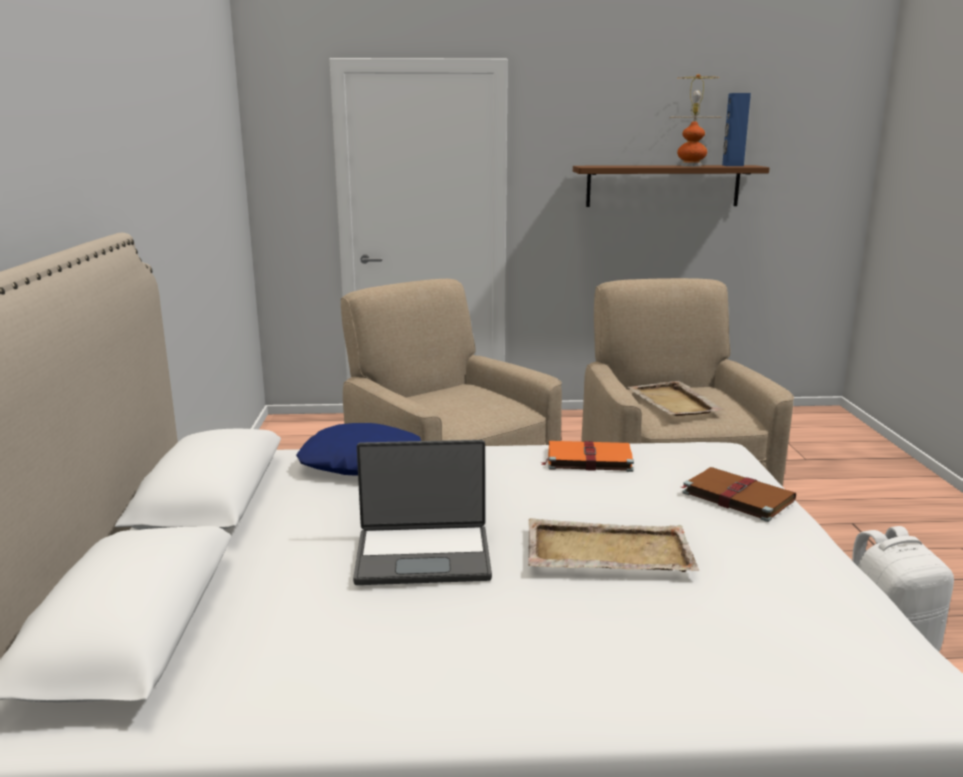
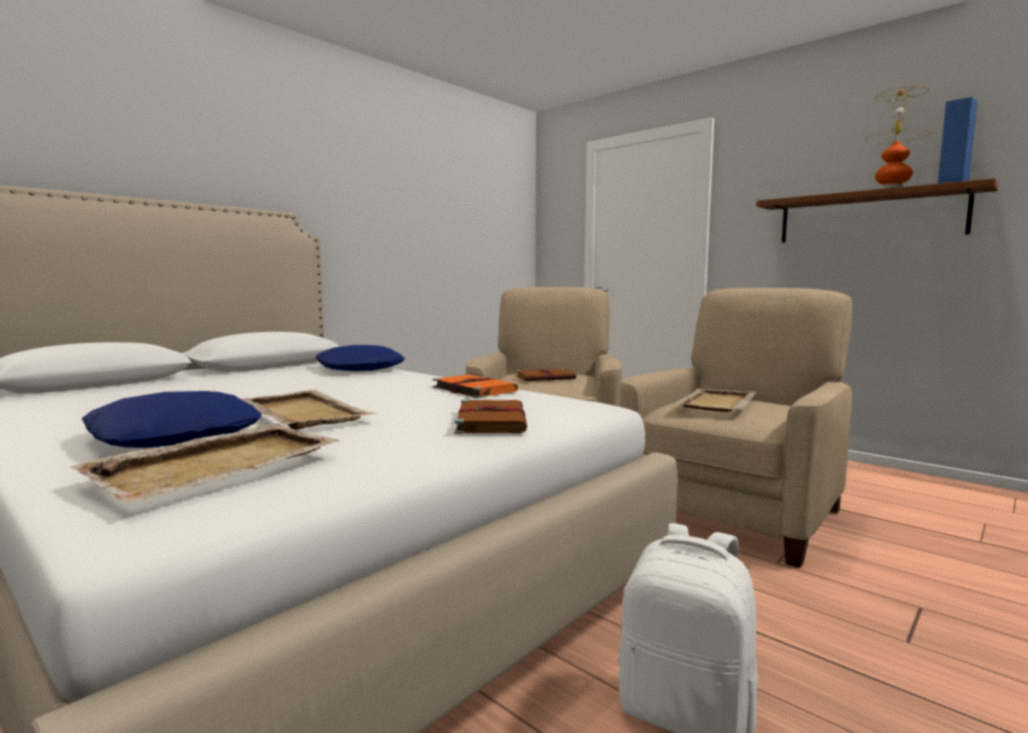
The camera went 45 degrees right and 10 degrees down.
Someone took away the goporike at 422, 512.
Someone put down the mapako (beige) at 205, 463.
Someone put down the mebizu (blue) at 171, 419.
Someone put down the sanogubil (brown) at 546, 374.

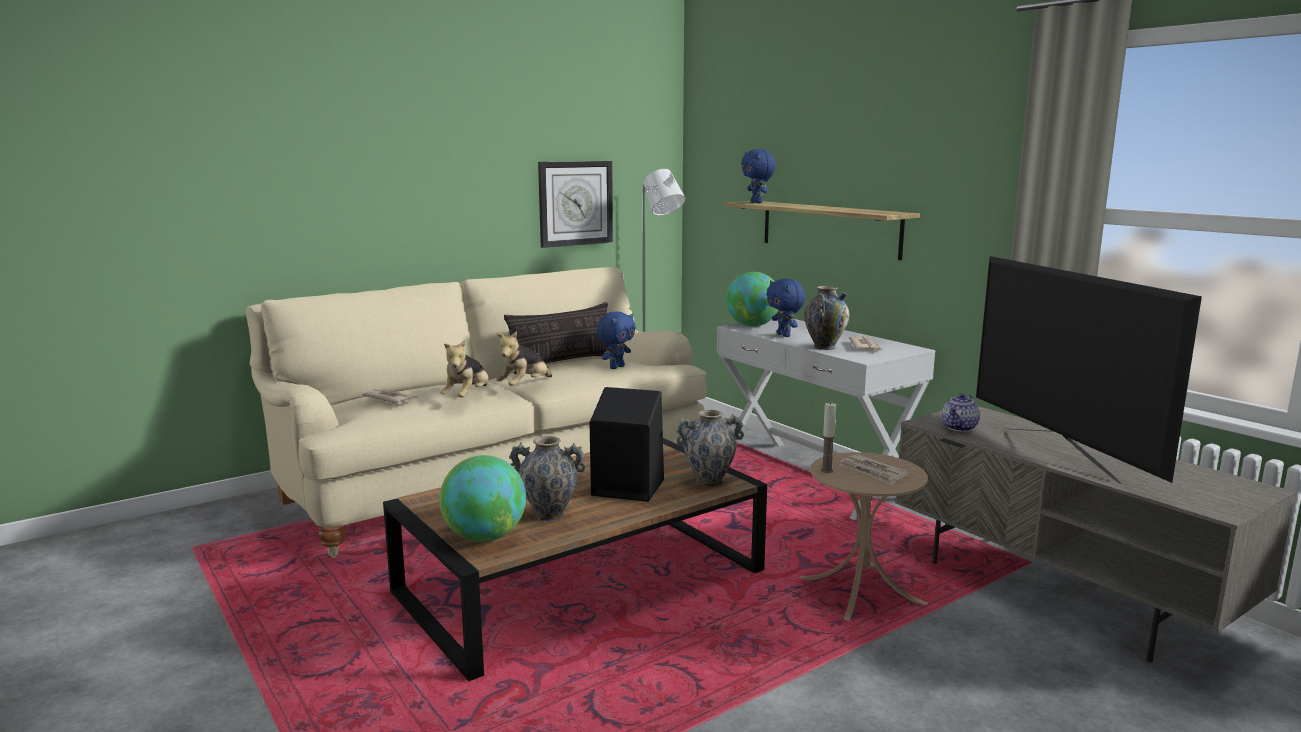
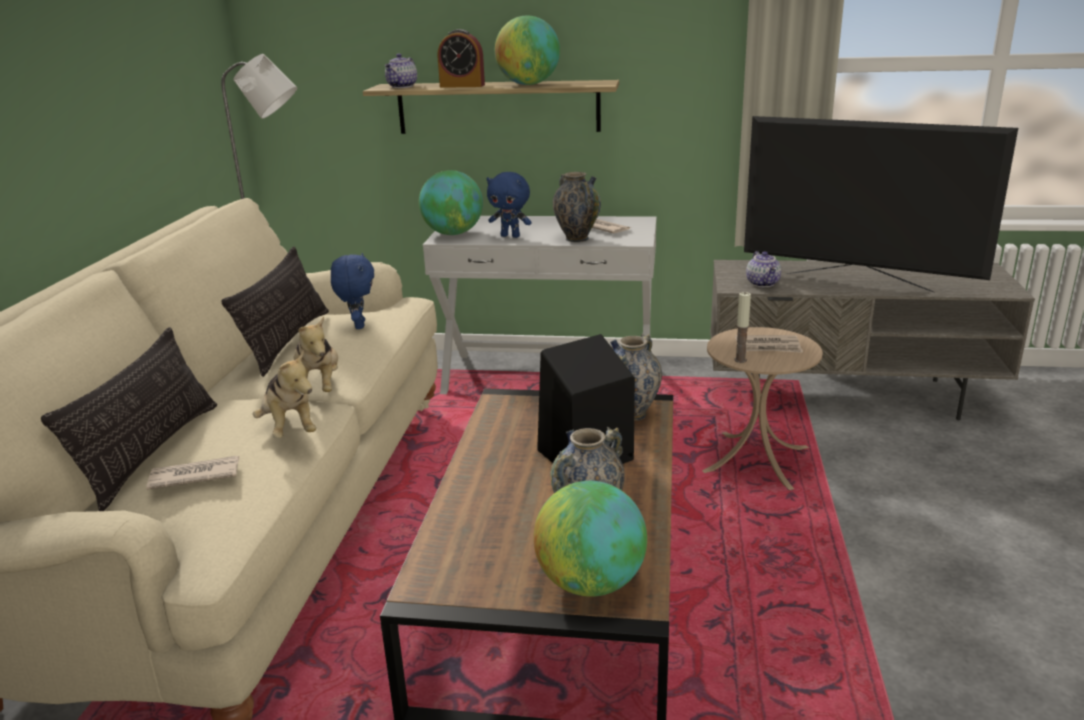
The camera went 45 degrees left and 10 degrees up.
Someone took away the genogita at 575, 204.
Someone put down the mebizu at 129, 419.
Someone put down the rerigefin at 461, 58.
Someone put down the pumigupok at 527, 50.
Someone swapped the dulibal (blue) at 758, 176 for the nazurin at 401, 71.

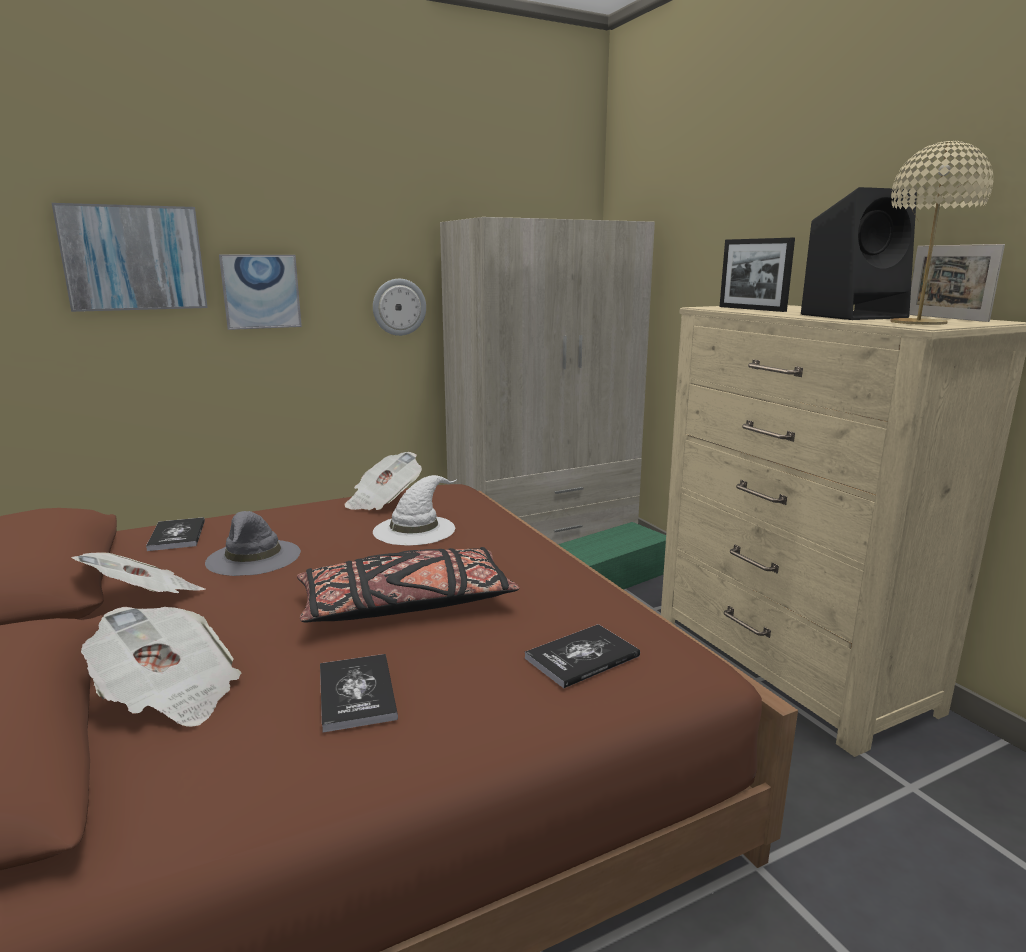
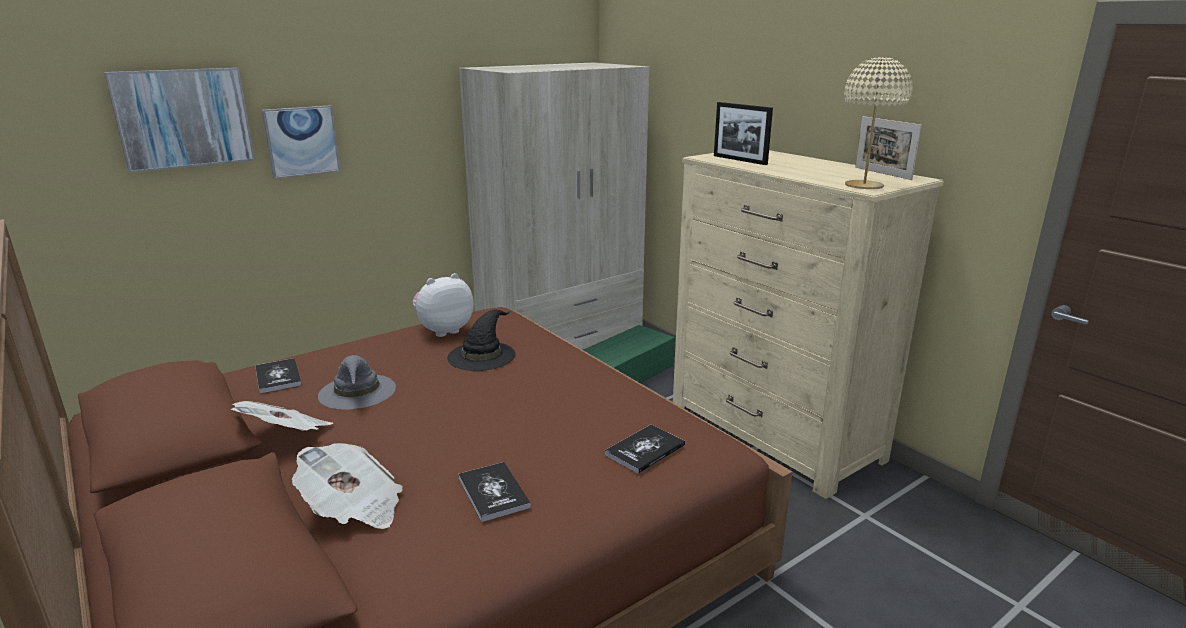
The camera went 10 degrees left and 5 degrees up.
Someone took away the mebizu (black) at 408, 584.
Someone took away the genogita at 399, 307.
Someone took away the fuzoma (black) at 859, 253.
Someone swapped the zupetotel at 383, 481 for the dulibal at 443, 305.
Someone repainted the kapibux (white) at 414, 510, which became the kapibux (black) at 481, 340.

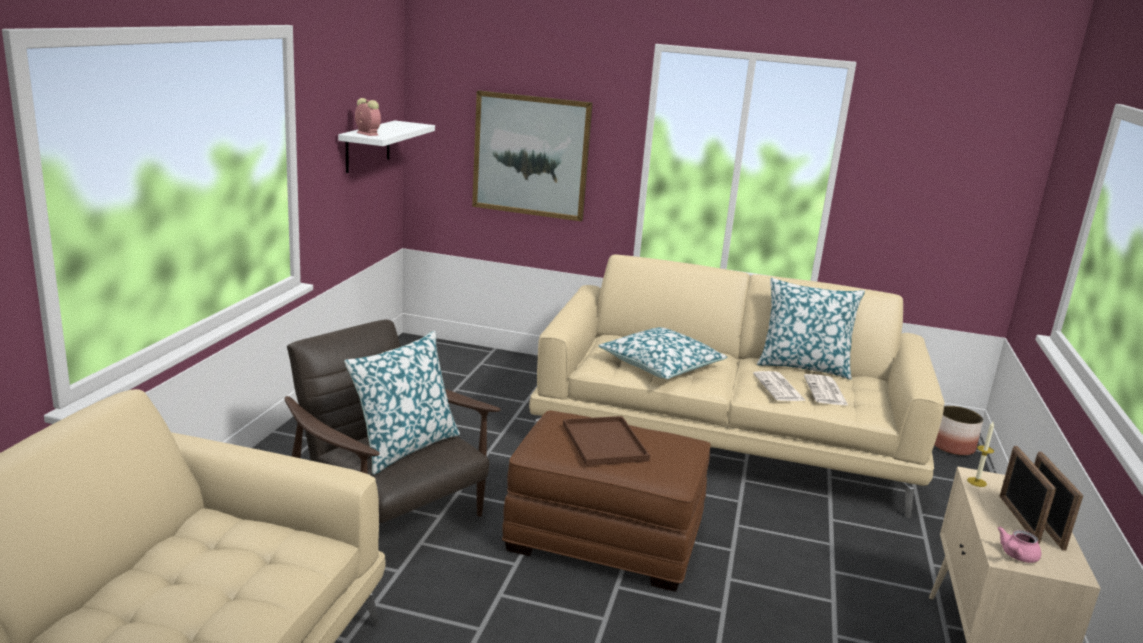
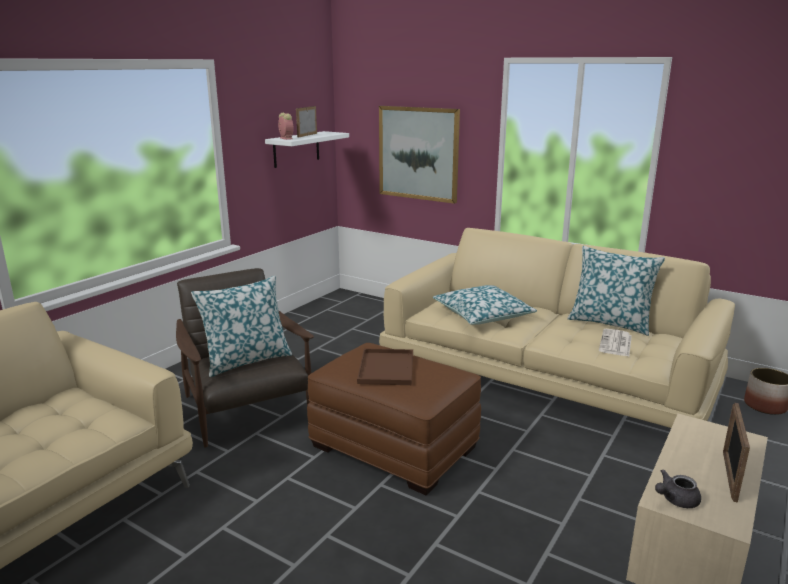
The camera went 20 degrees right and 0 degrees up.
Someone took away the zupetotel at 779, 386.
Someone took away the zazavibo at 980, 454.
Someone carried the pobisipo from 1027, 495 to 306, 121.
Someone repainted the nazurin (pink) at 1019, 545, which became the nazurin (grey) at 678, 488.

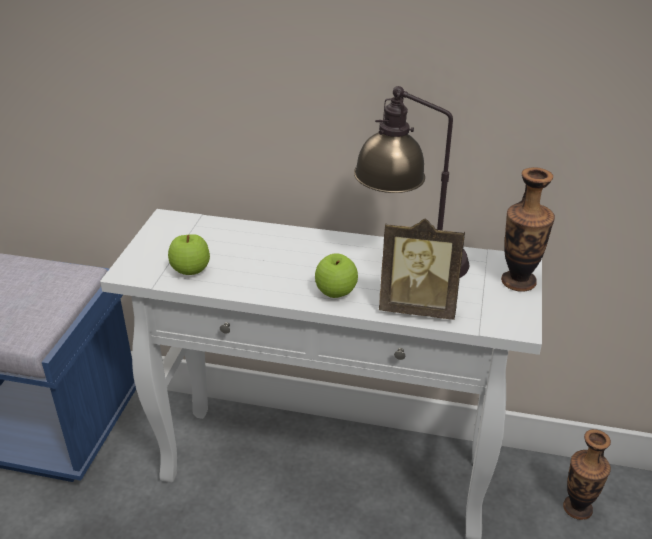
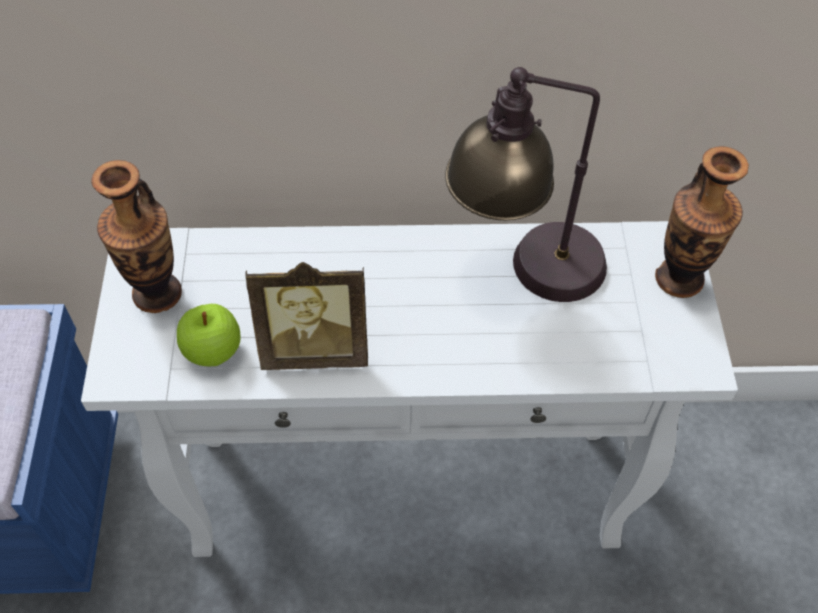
The camera went 15 degrees left and 20 degrees up.
Someone took away the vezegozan at 336, 275.
Someone carried the pobisipo from 422, 269 to 306, 316.
Someone carried the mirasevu from 587, 474 to 136, 236.

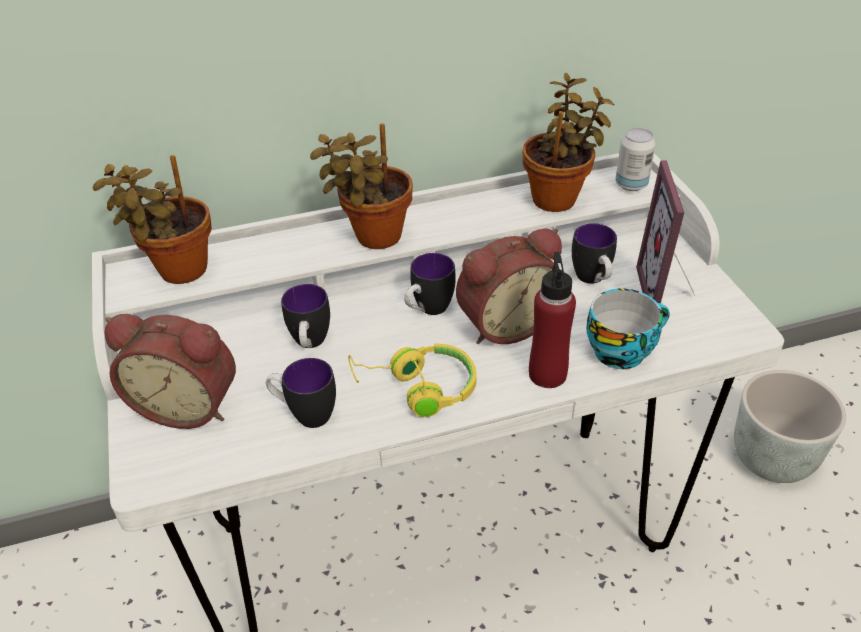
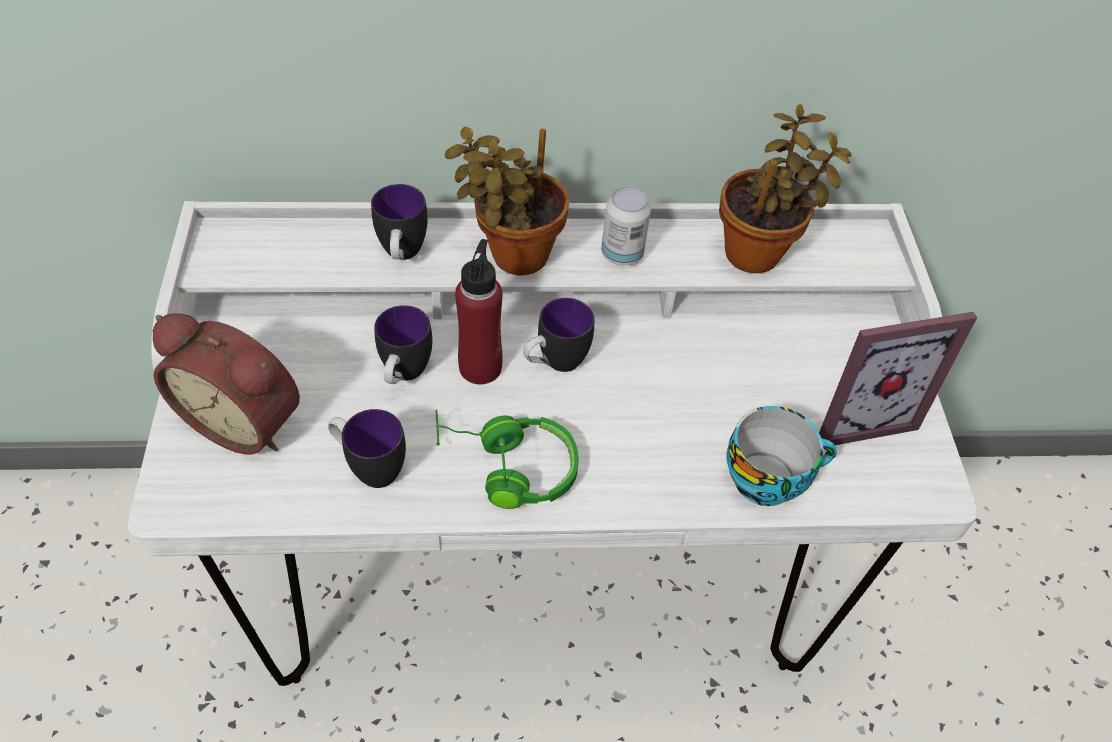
The camera went 10 degrees right and 10 degrees up.
Someone took away the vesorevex at 152, 219.
Someone took away the rerigefin at 509, 286.
Someone took away the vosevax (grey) at 790, 426.
Someone carried the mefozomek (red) from 552, 320 to 478, 311.
Someone carried the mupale from 594, 253 to 399, 222.
Someone carried the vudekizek from 635, 159 to 626, 226.
Someone repainted the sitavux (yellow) at 412, 380, which became the sitavux (green) at 507, 459.
Someone rotated the pobisipo at 665, 231 by 120 degrees counterclockwise.

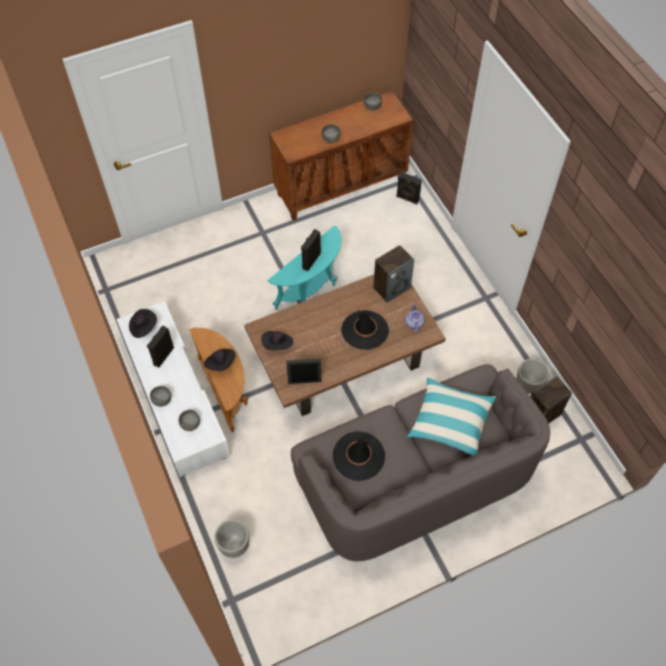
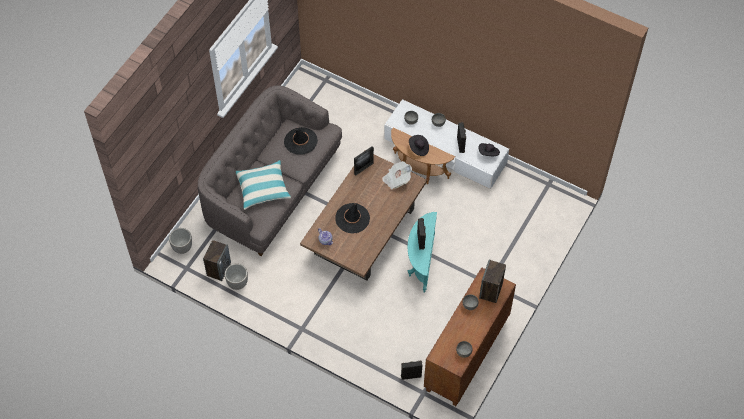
The camera went 145 degrees right and 0 degrees up.
Someone carried the vosevax from 232, 538 to 180, 241.
Someone carried the fuzoma from 393, 274 to 492, 281.
Someone swapped the kapibux (black) at 277, 340 for the zupetotel at 397, 175.

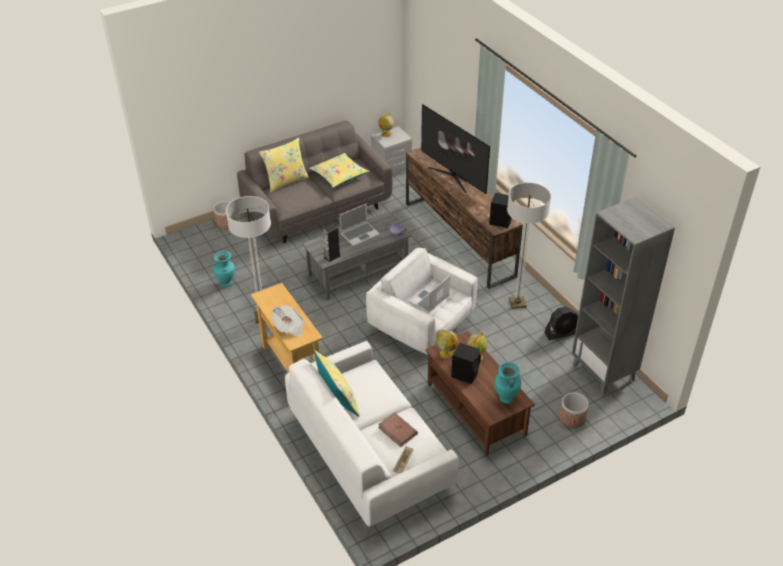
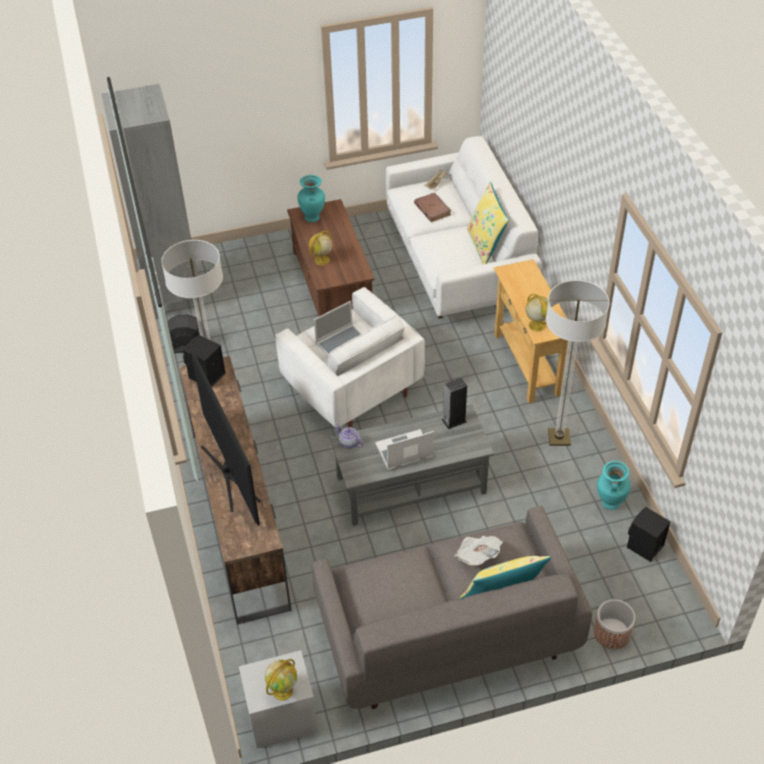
The camera went 165 degrees left and 5 degrees up.
Someone took away the mebizu (yellow) at 339, 170.
Someone took away the vosevax at 574, 410.
Someone carried the zupetotel from 288, 321 to 478, 551.
Someone carried the pumigupok from 447, 344 to 536, 312.
Someone carried the fuzoma (black) from 466, 363 to 649, 534.

